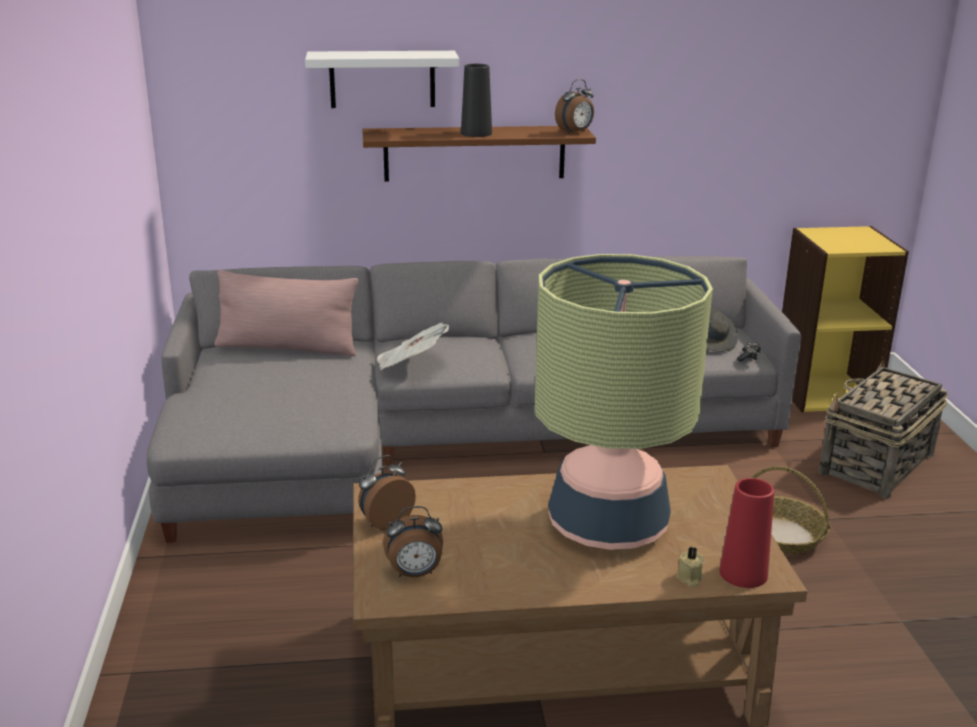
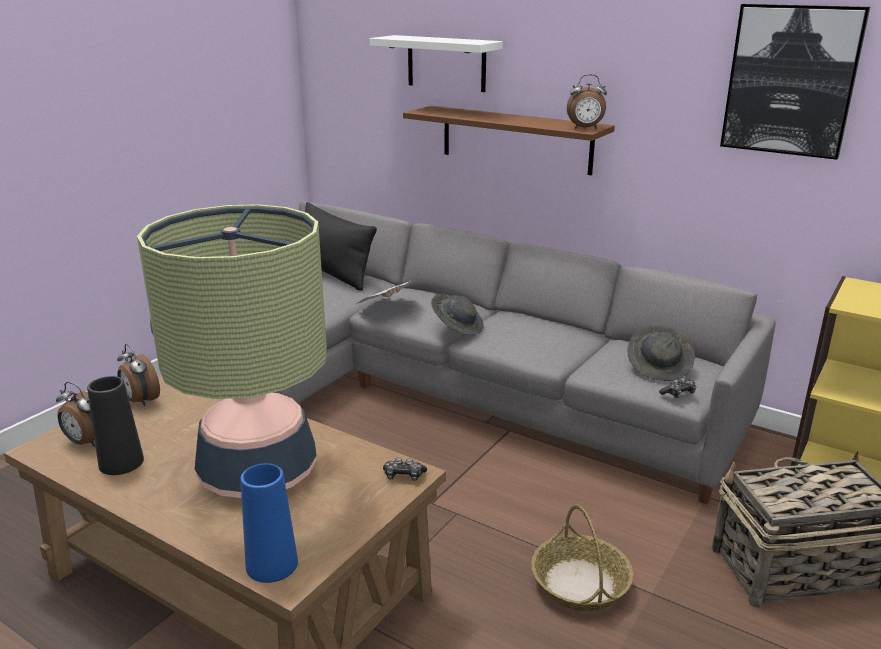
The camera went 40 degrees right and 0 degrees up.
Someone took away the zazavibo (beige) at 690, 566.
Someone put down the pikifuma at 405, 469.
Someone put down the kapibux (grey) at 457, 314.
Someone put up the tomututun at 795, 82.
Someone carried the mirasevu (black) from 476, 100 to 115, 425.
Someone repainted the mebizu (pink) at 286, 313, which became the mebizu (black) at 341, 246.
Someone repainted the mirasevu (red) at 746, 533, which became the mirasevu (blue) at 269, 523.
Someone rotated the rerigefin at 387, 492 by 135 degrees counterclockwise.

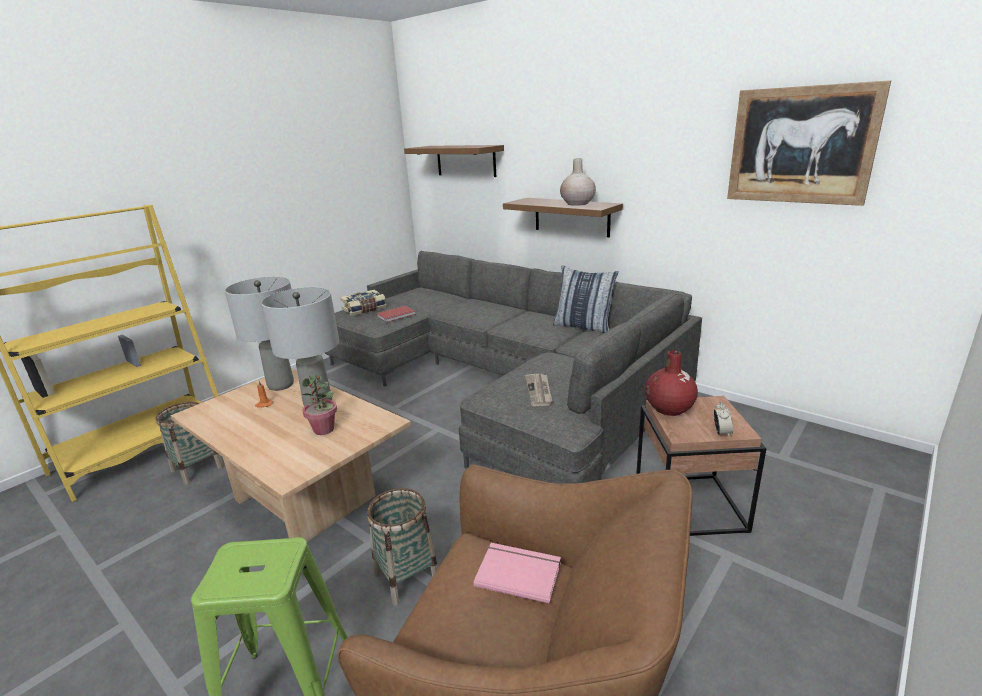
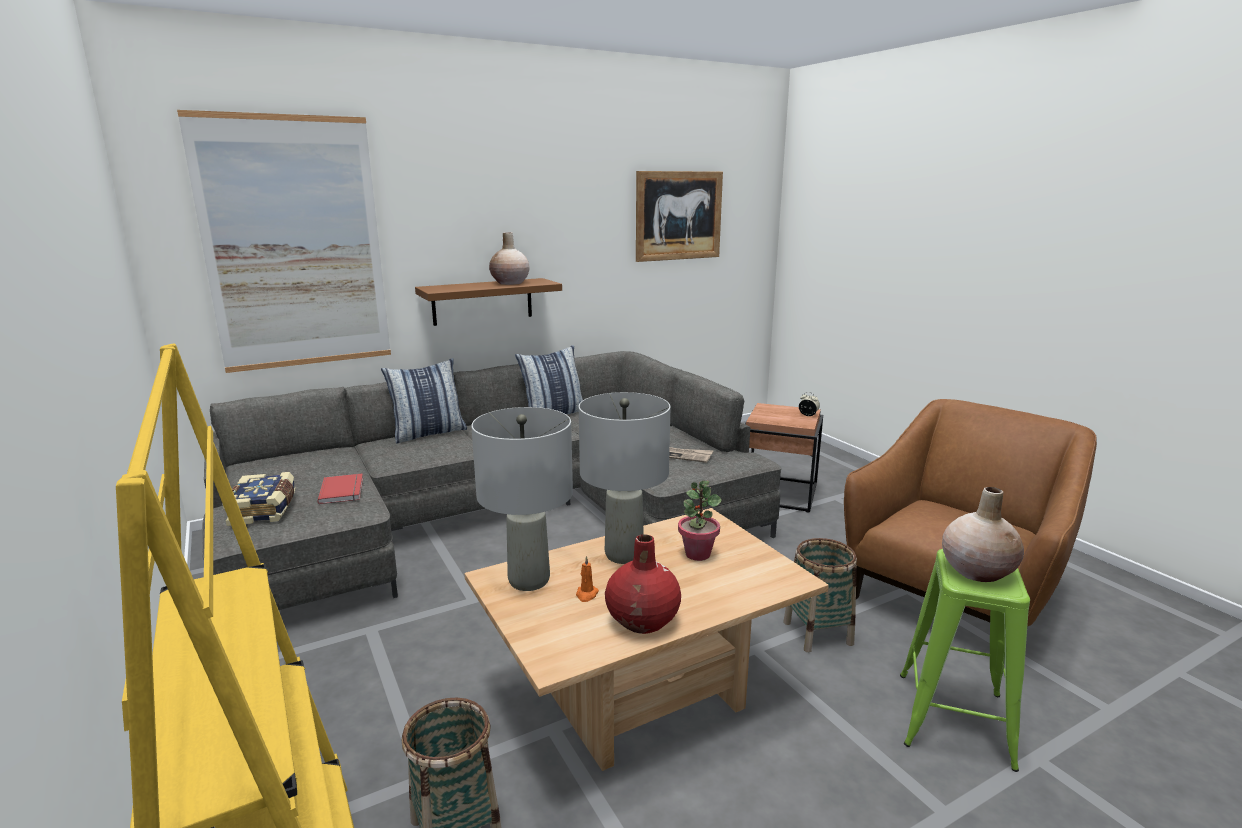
The camera went 70 degrees left and 5 degrees down.
Someone took away the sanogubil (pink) at 517, 573.
Someone put down the mebizu at 424, 401.
Someone put down the mirasevu (beige) at 983, 534.
Someone carried the mirasevu (red) from 671, 383 to 643, 584.
Someone swapped the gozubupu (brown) at 454, 161 for the tomututun at 284, 241.

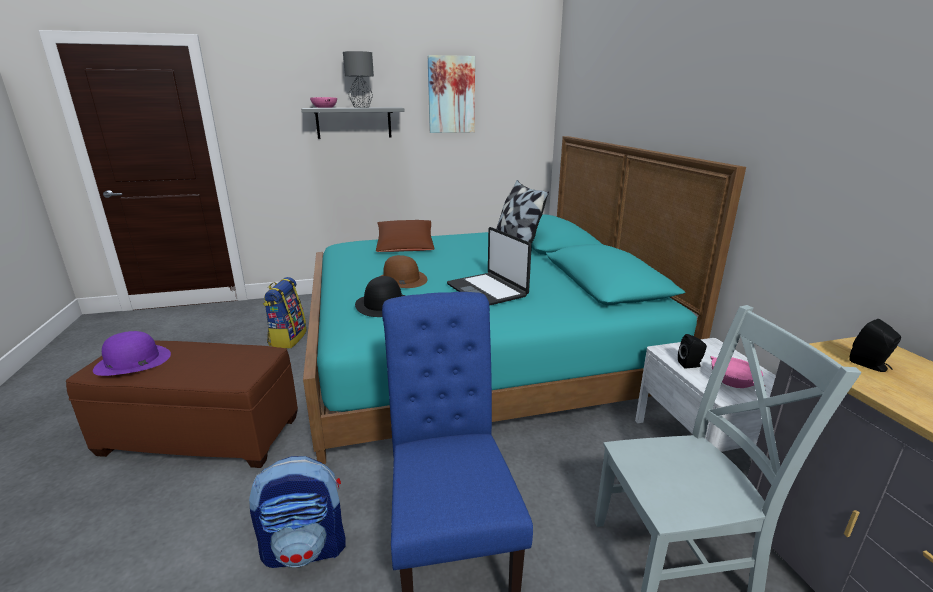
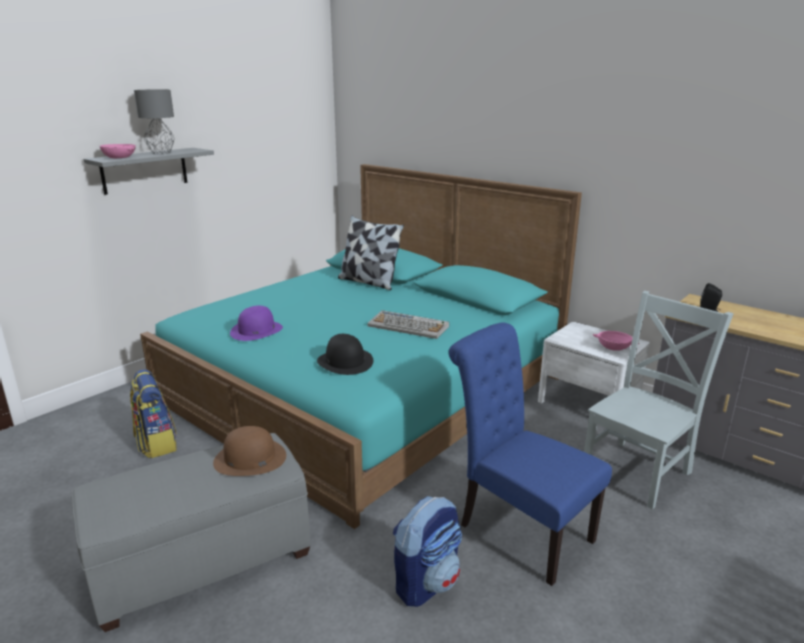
The camera went 35 degrees left and 0 degrees up.
Someone took away the mebizu (brown) at 405, 236.
Someone took away the tomututun at 451, 94.
Someone took away the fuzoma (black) at 692, 351.
Someone carried the kapibux (purple) from 132, 353 to 256, 323.
Someone carried the kapibux (brown) from 404, 271 to 249, 451.
Someone swapped the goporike at 489, 266 for the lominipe at 408, 324.
Someone repainted the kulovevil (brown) at 182, 404, which became the kulovevil (grey) at 190, 532.

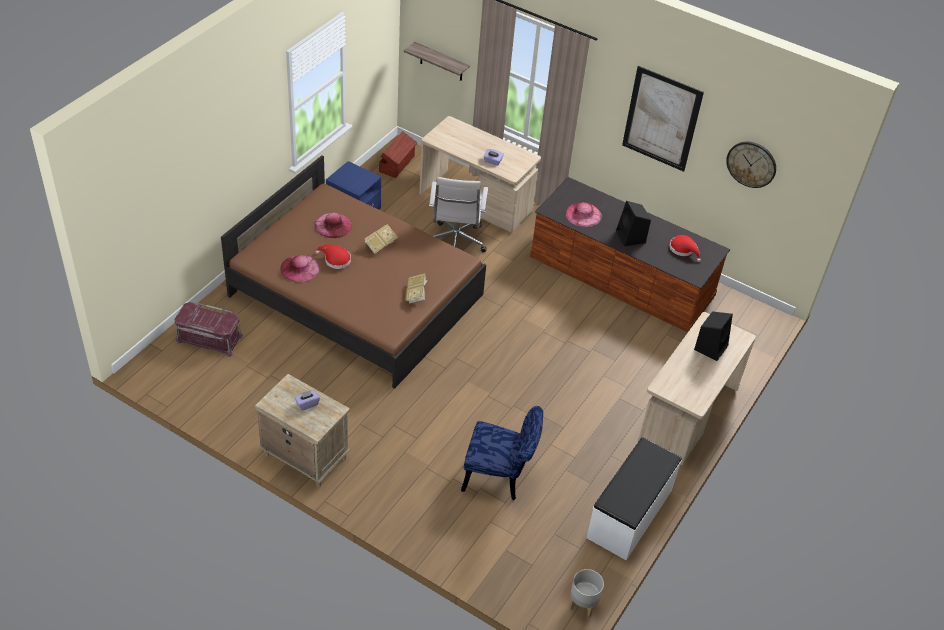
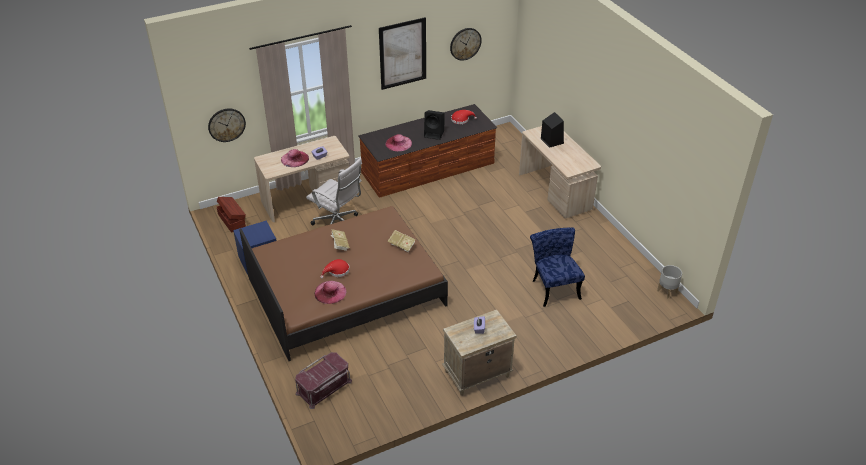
The camera went 55 degrees left and 5 degrees down.
Someone took away the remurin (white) at 634, 498.
Someone carried the kapibux (pink) from 333, 225 to 295, 158.
Someone swapped the gozubupu at 437, 61 for the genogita at 227, 125.
Someone rotated the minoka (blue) at 502, 453 by 60 degrees counterclockwise.

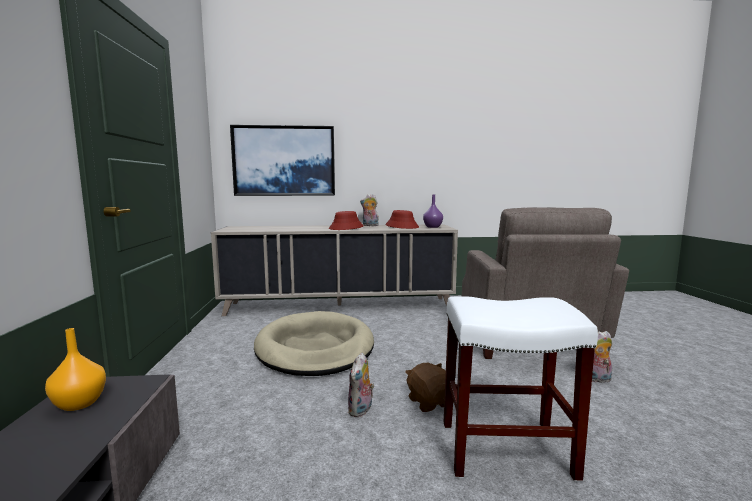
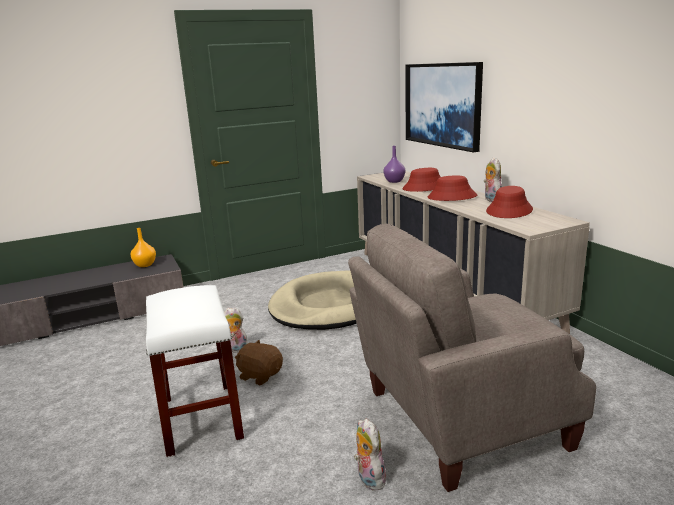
The camera went 70 degrees right and 10 degrees up.
Someone put down the kapibux (red) at 422, 180.
Someone carried the mirasevu (purple) from 433, 211 to 394, 164.
Someone rotated the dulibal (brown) at 429, 387 by 105 degrees counterclockwise.

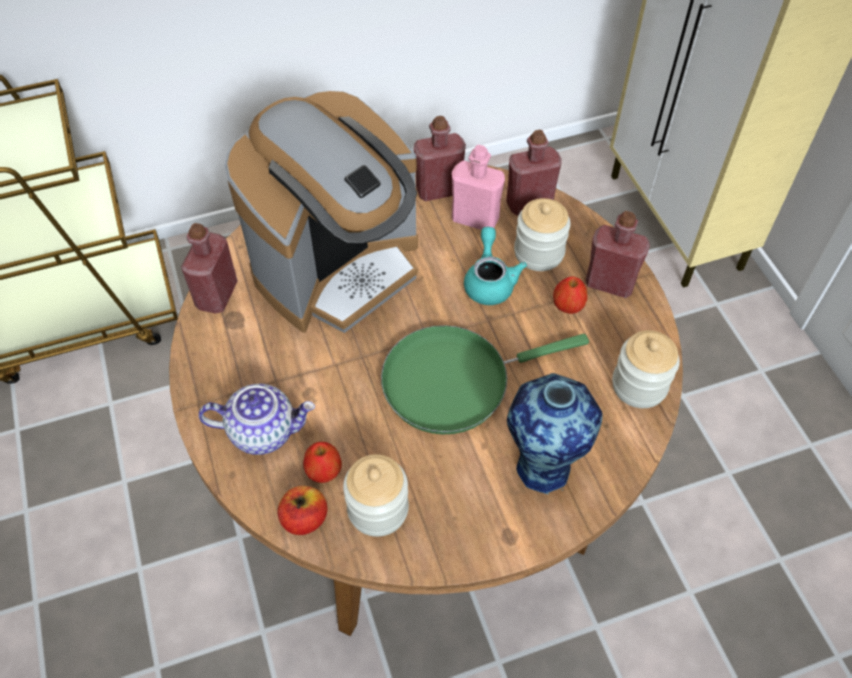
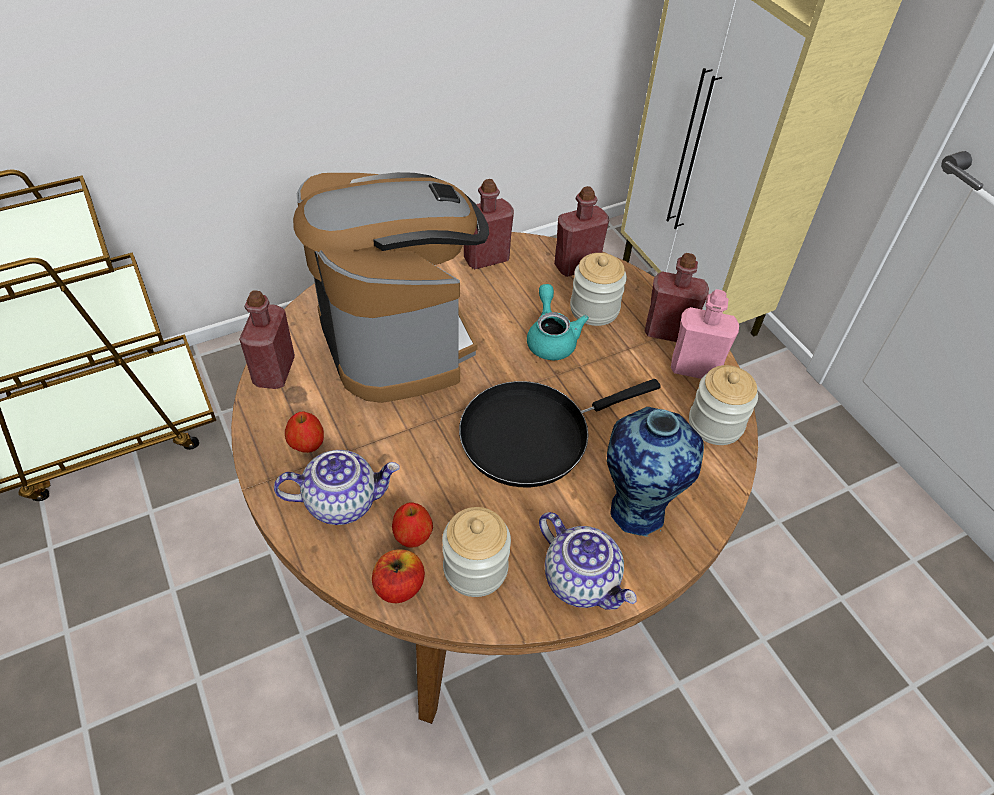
The camera went 10 degrees left and 5 degrees down.
Someone put down the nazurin at 588, 561.
Someone carried the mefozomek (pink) from 478, 187 to 705, 334.
Someone carried the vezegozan from 570, 295 to 304, 432.
Someone repainted the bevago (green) at 485, 379, which became the bevago (black) at 560, 433.
Someone rotated the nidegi at 321, 212 by 60 degrees counterclockwise.

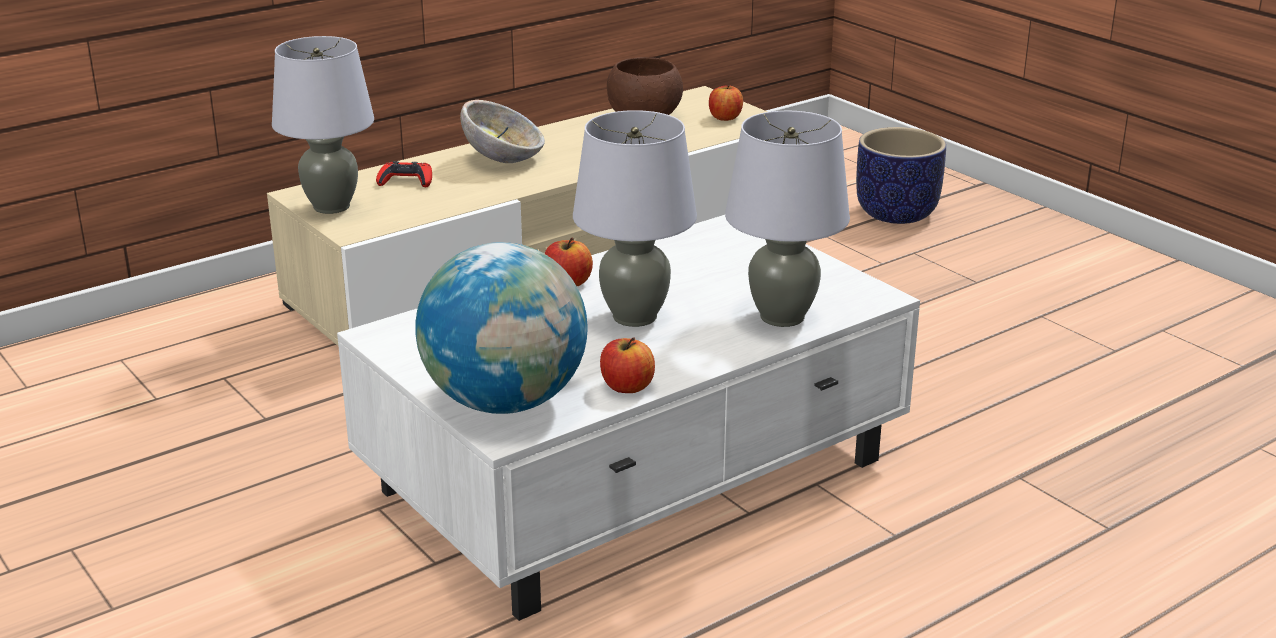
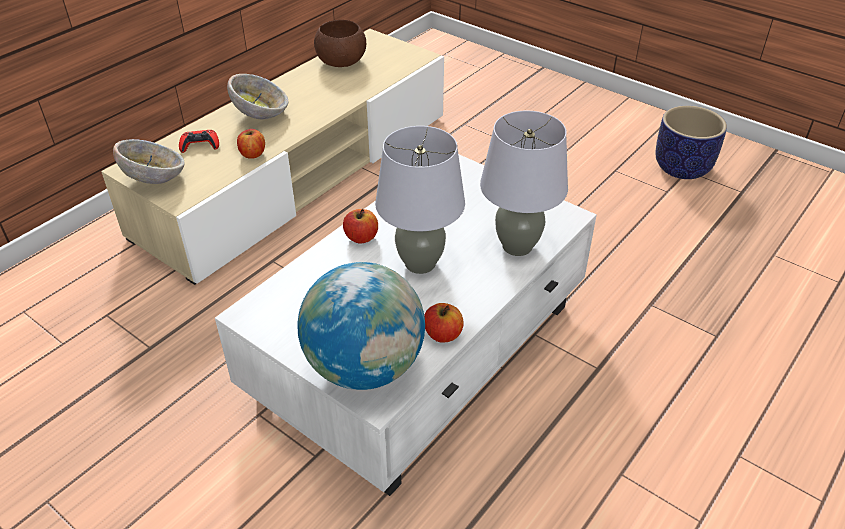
The camera went 15 degrees left and 15 degrees up.
Someone carried the vezegozan from 726, 103 to 251, 144.
Someone carried the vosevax from 901, 175 to 691, 142.
Someone swapped the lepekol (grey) at 323, 125 for the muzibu at 149, 161.

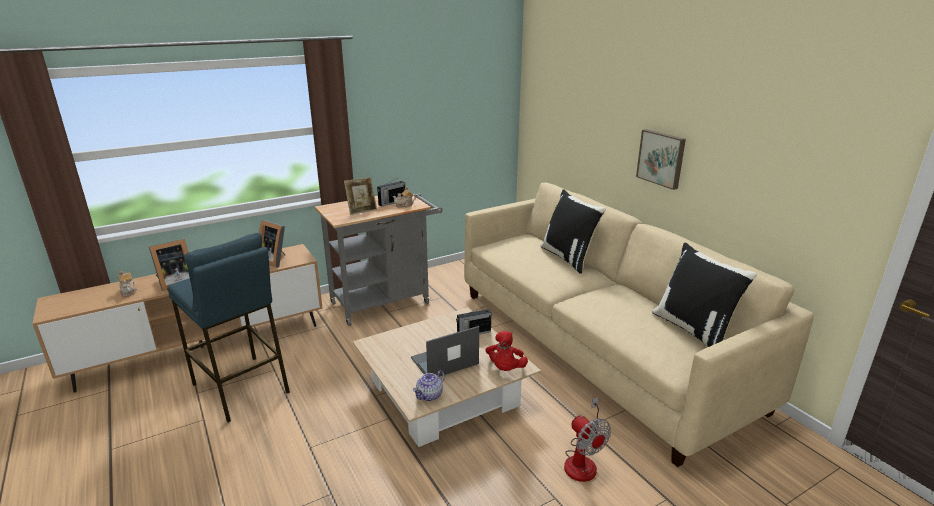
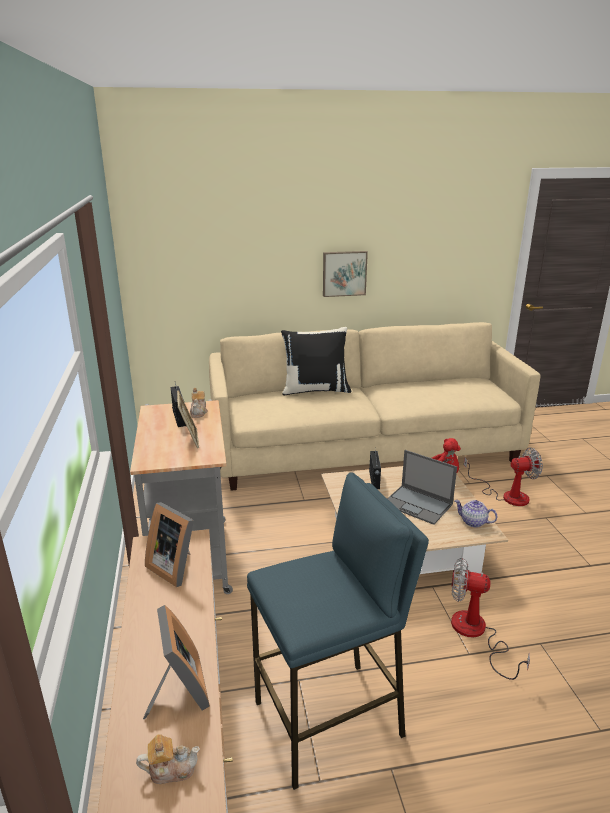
The camera went 70 degrees left and 0 degrees up.
Someone took away the mebizu (black) at 704, 295.
Someone put down the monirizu at 490, 619.
Someone rotated the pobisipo at 272, 244 by 75 degrees clockwise.
Someone rotated the goporike at 445, 351 by 45 degrees counterclockwise.
Someone rotated the nazurin at 429, 385 by 150 degrees clockwise.

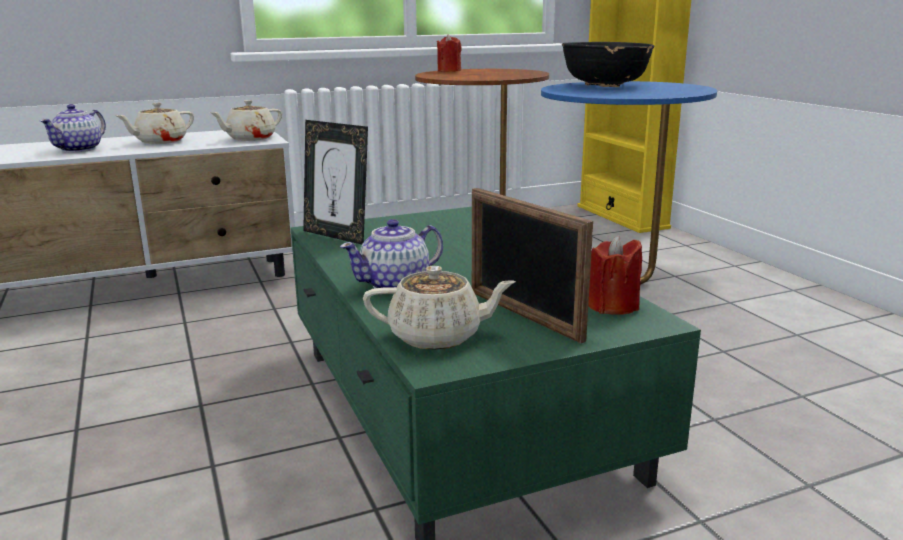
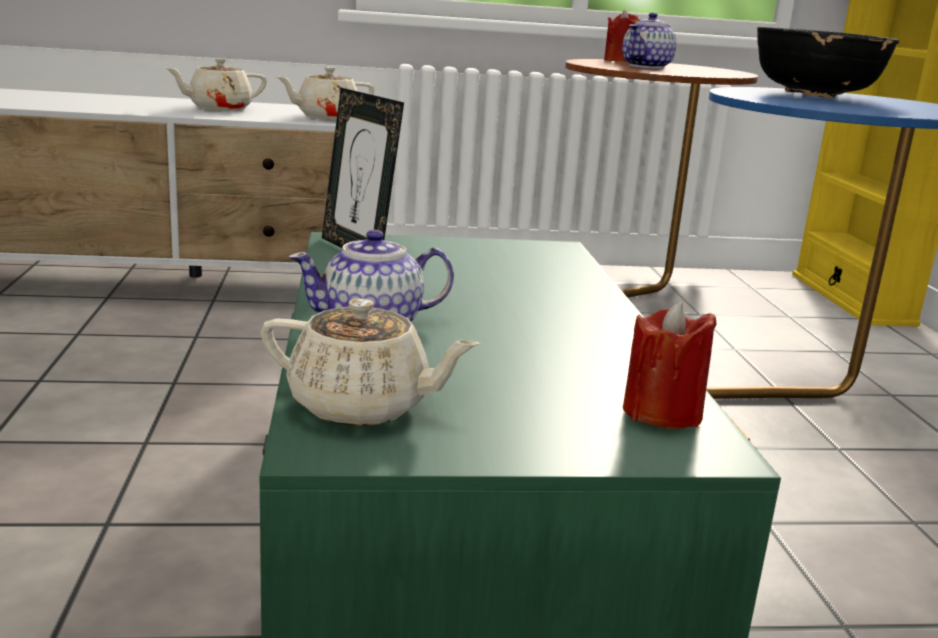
The camera went 15 degrees right and 0 degrees up.
Someone took away the pobisipo at 532, 265.
Someone carried the nazurin from 73, 128 to 649, 40.

